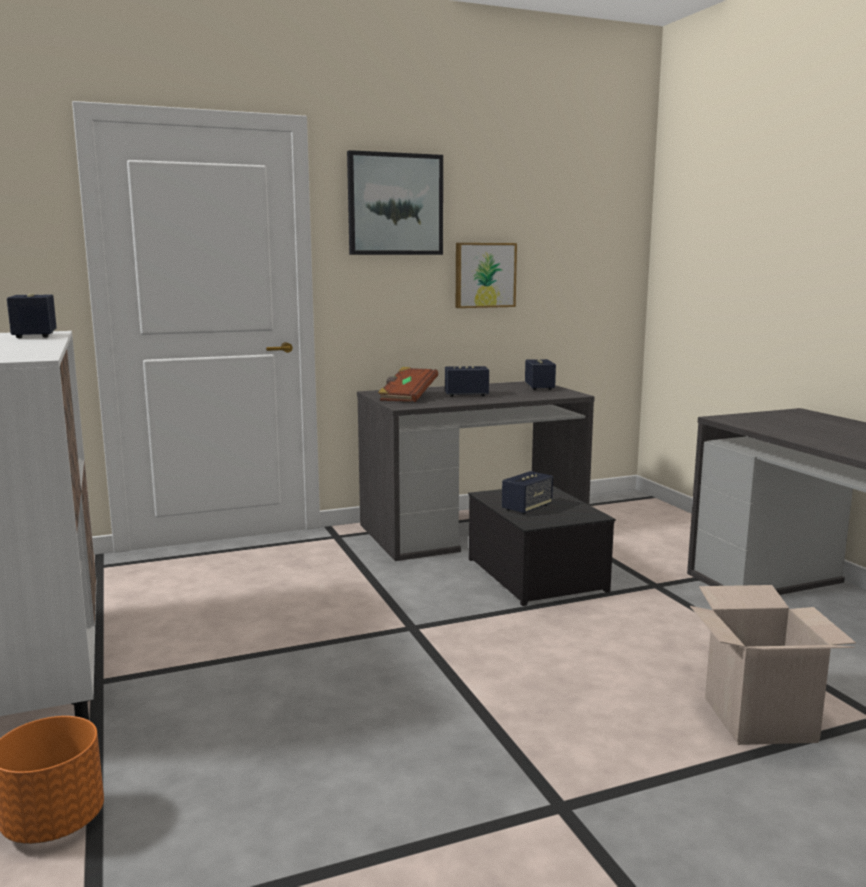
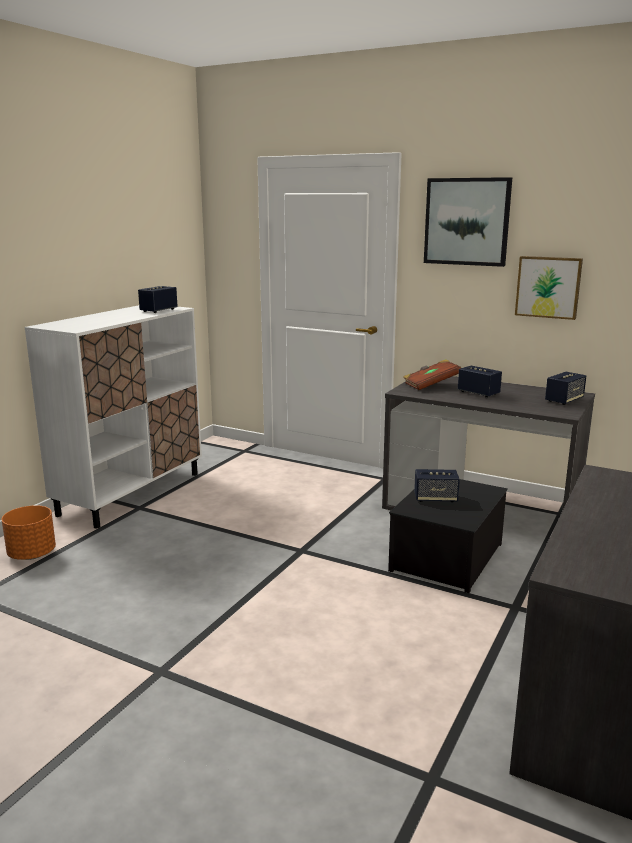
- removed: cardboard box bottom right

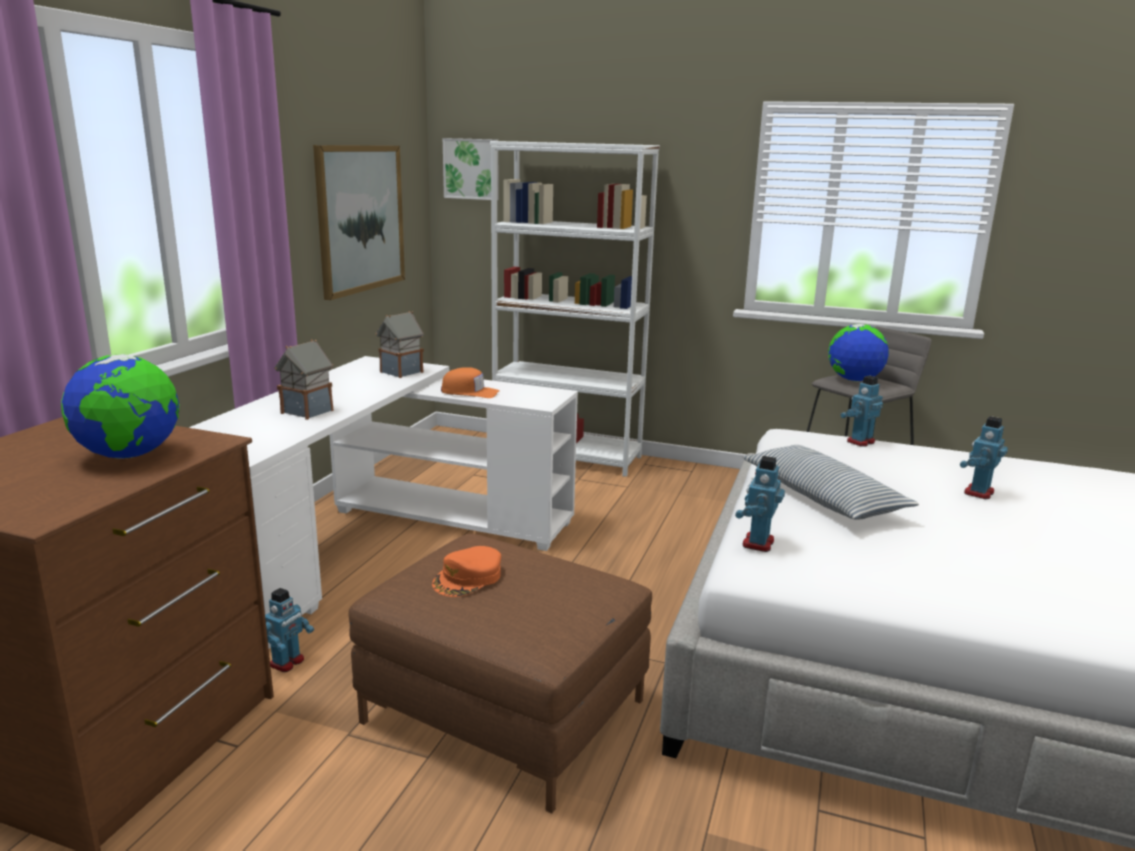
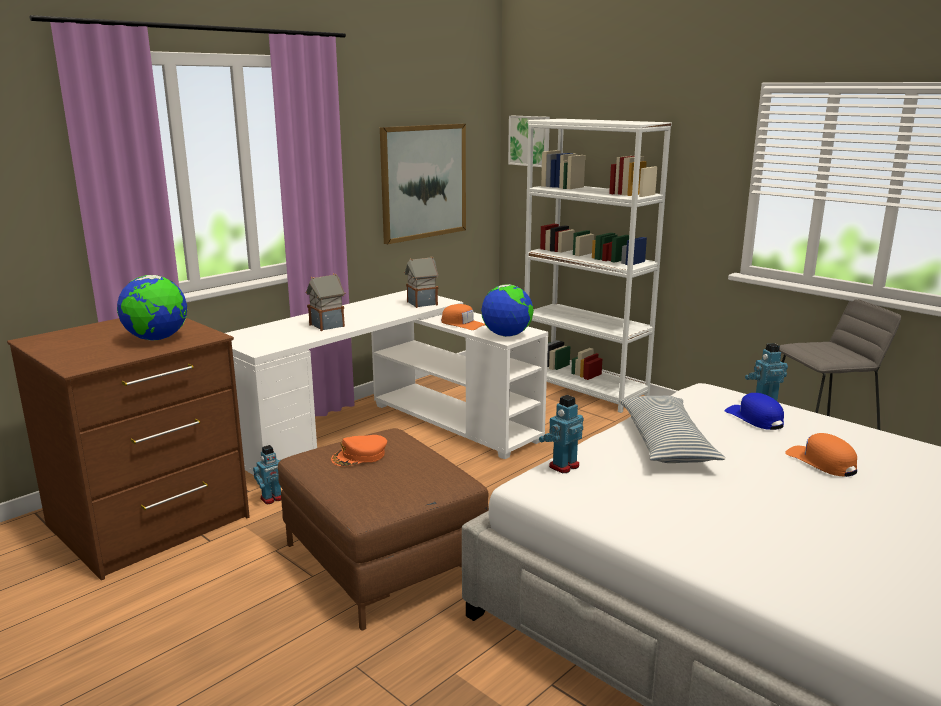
- added: blue cap middle right
- moved: globe (2nd from left) middle right to centre
- replaced: toy robot (4th from left) middle right to orange cap (3rd from left) middle right

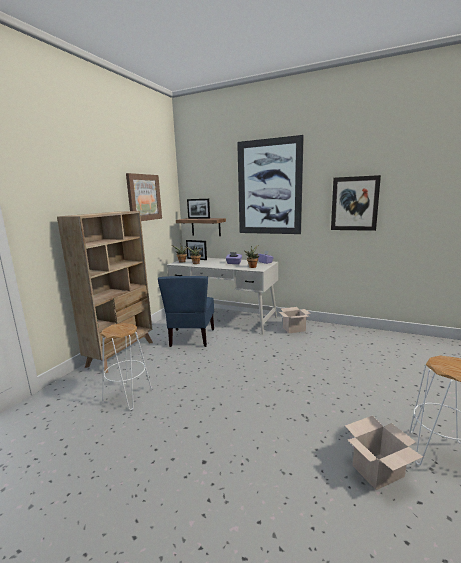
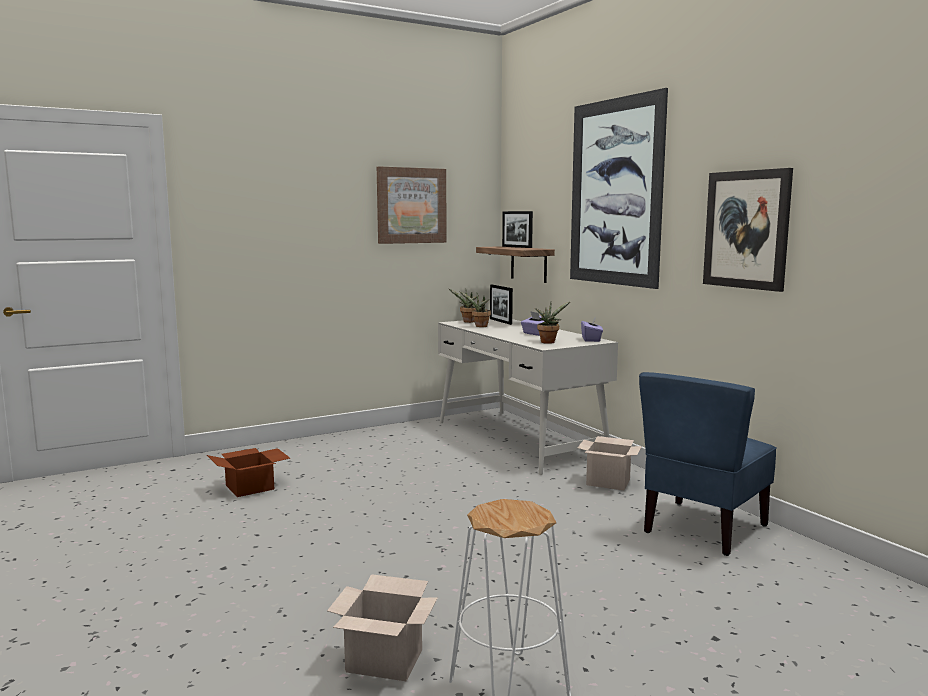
- removed: beige bookcase middle left
- moved: blue chair centre to bottom right
- replaced: white stool (1st from left) middle left to cardboard box (1st from left) bottom left

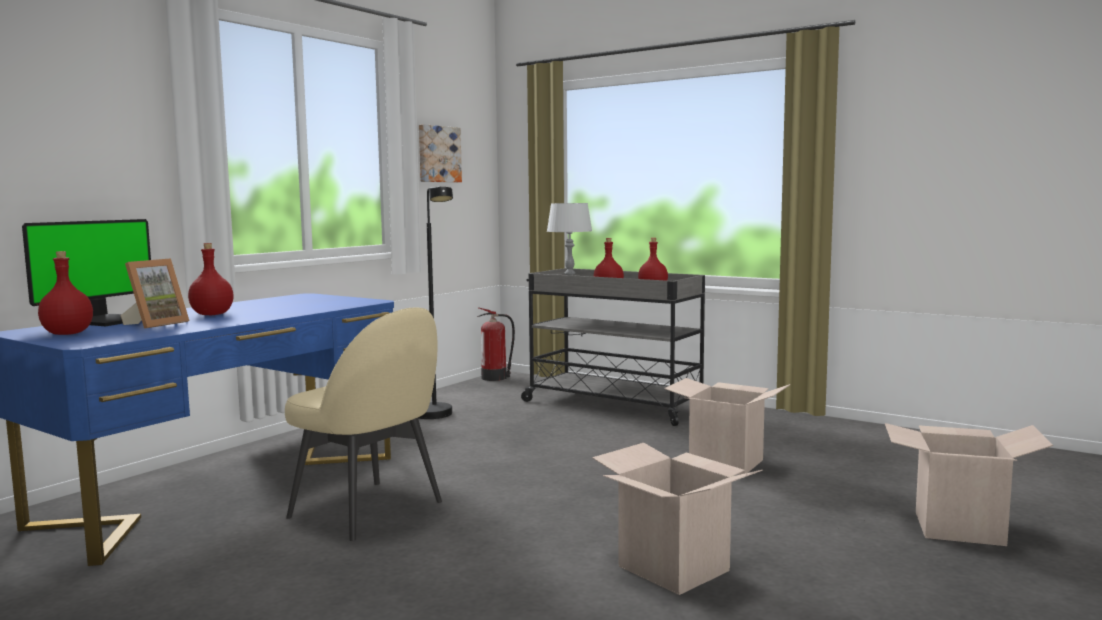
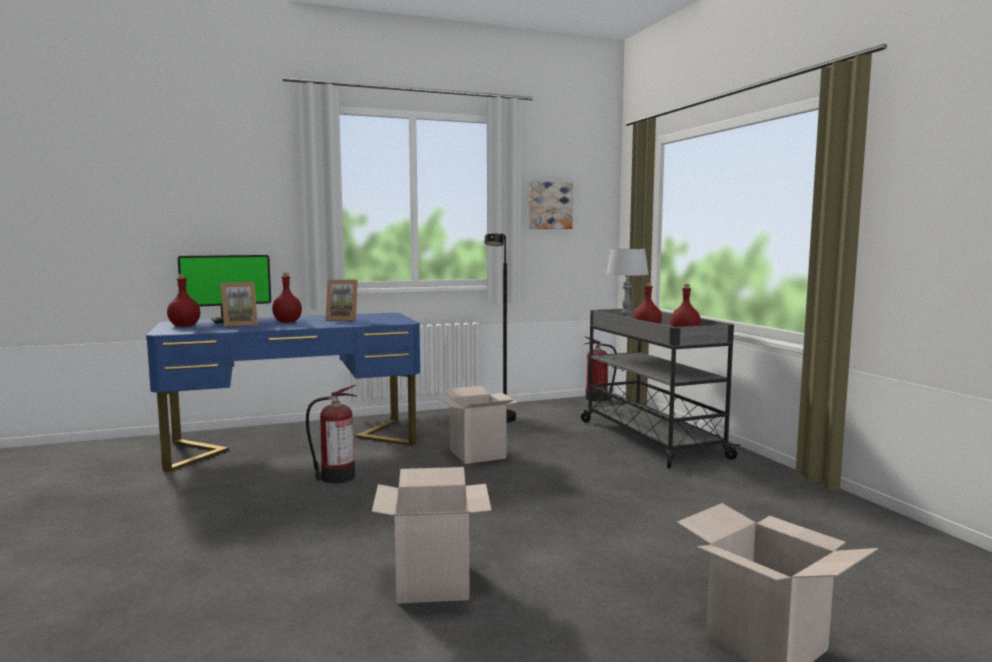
- added: picture frame (2nd from left) centre
- moved: cardboard box (2nd from left) bottom centre to centre
- replaced: beige chair bottom left to fire extinguisher (1st from left) centre

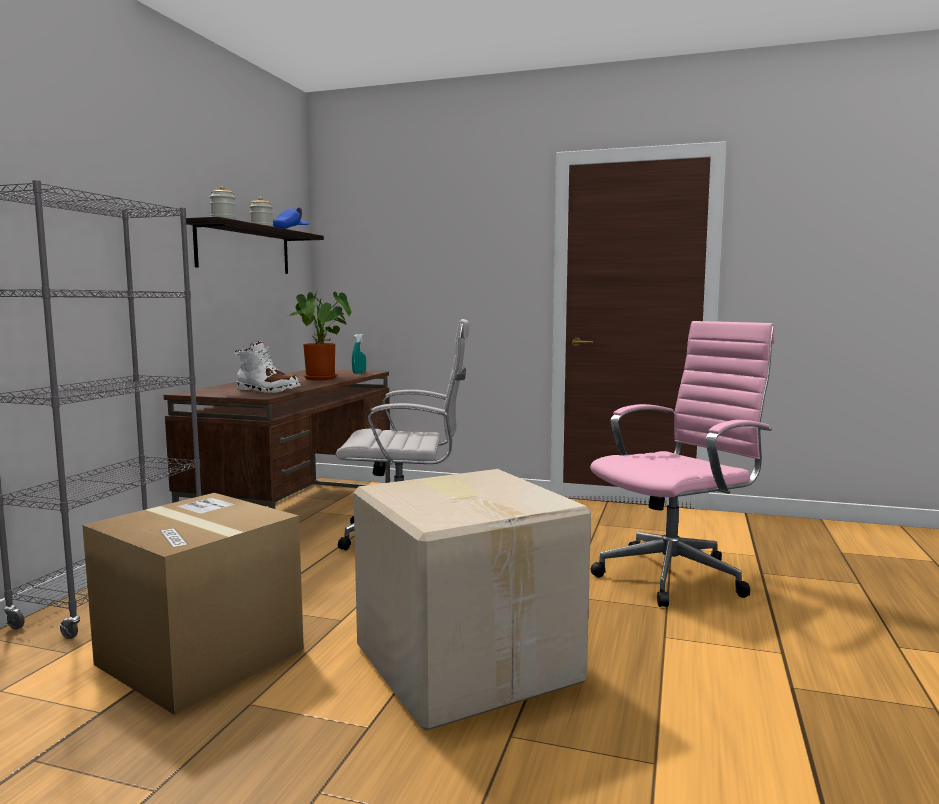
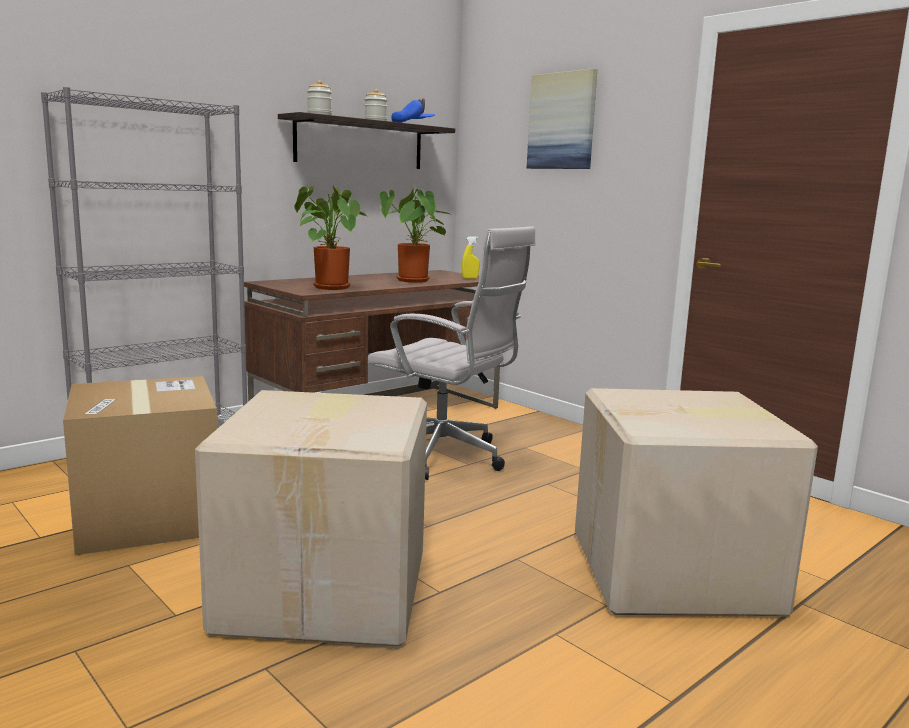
- added: picture top centre
- replaced: white boot middle left to potted plant (1st from left) top centre
- replaced: pink office chair middle right to cardboard box (3rd from left) bottom right
- recoloured: turquoise spray bottle centre to yellow spray bottle centre

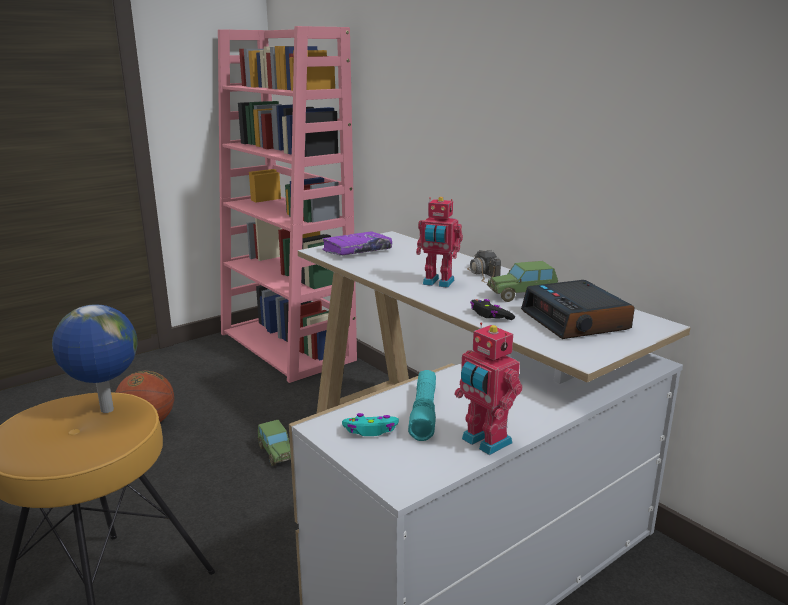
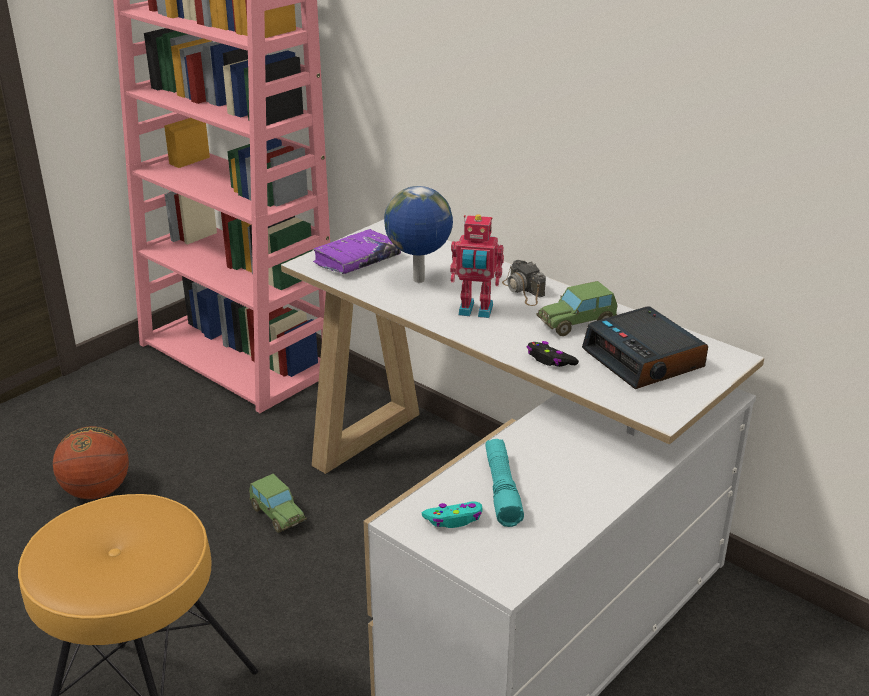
- removed: toy robot (2nd from left) centre
- moved: globe middle left to centre

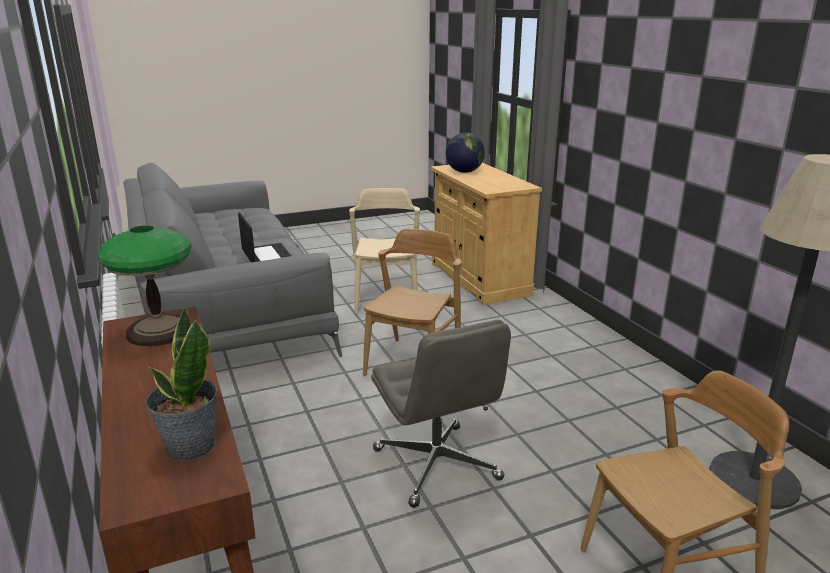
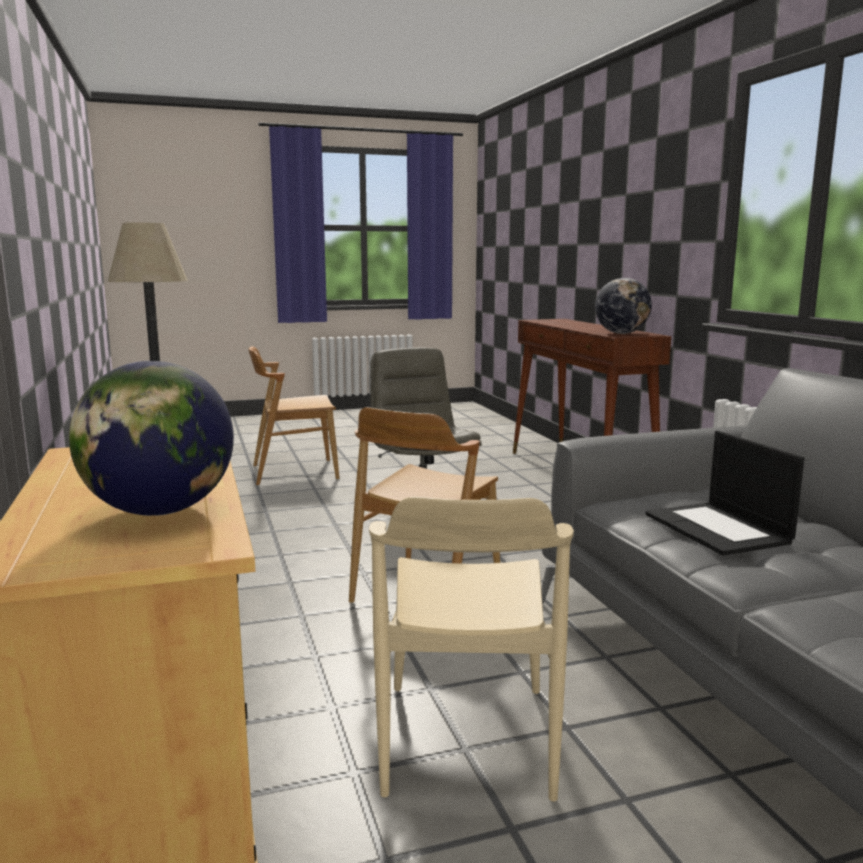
- removed: potted plant bottom left
- replaced: table lamp middle left to globe (2nd from left) middle right

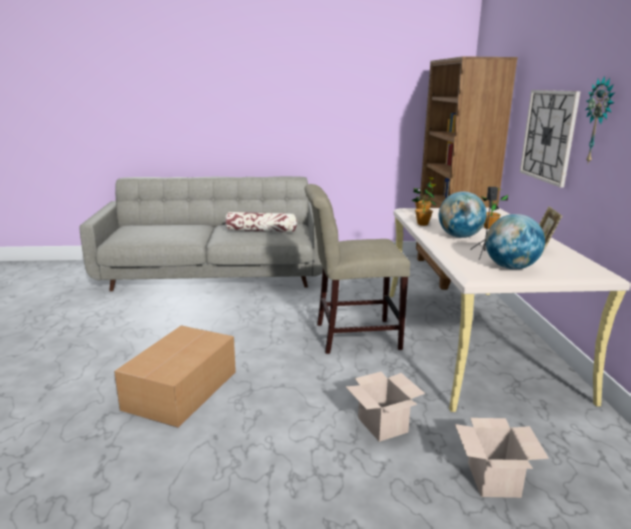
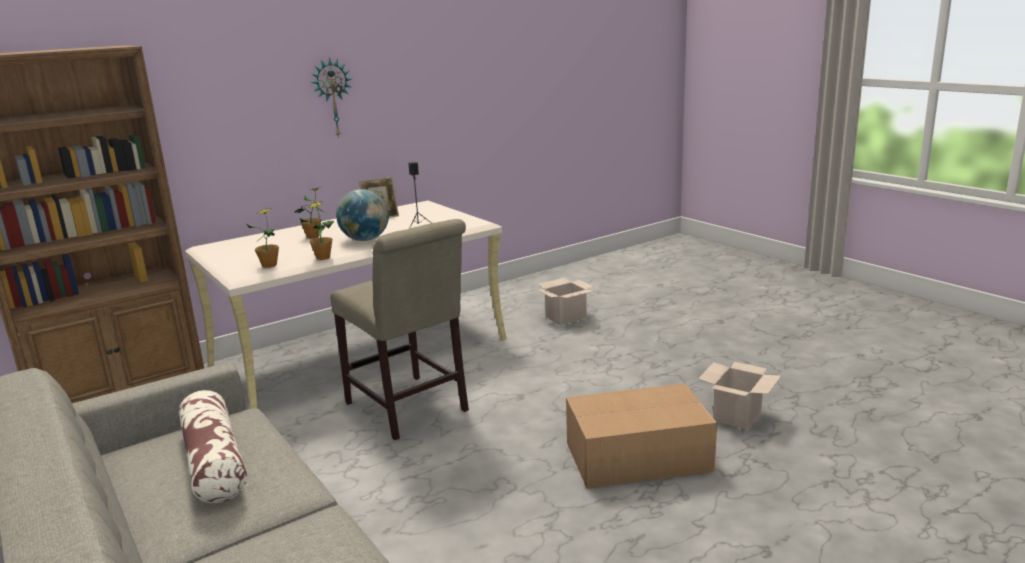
- removed: globe (2nd from left) middle right
- removed: wall clock (1st from left) top right
- moved: cardboard box (2nd from left in the first image) bottom centre to cardboard box (3rd from left) bottom right

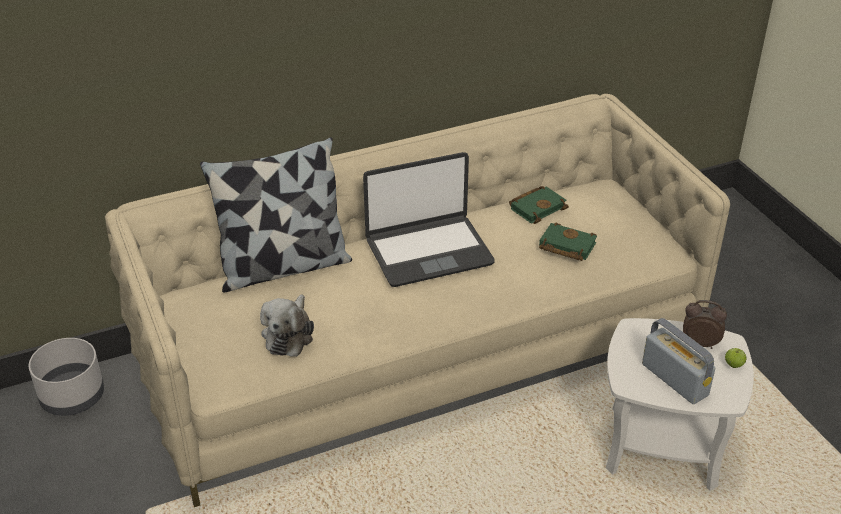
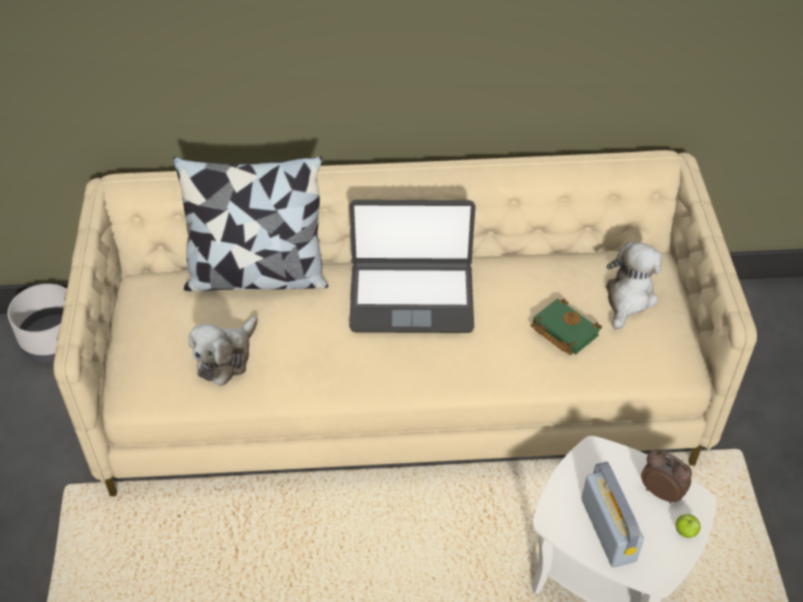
- removed: green book (1st from left) centre
- added: plush toy (2nd from left) middle right

